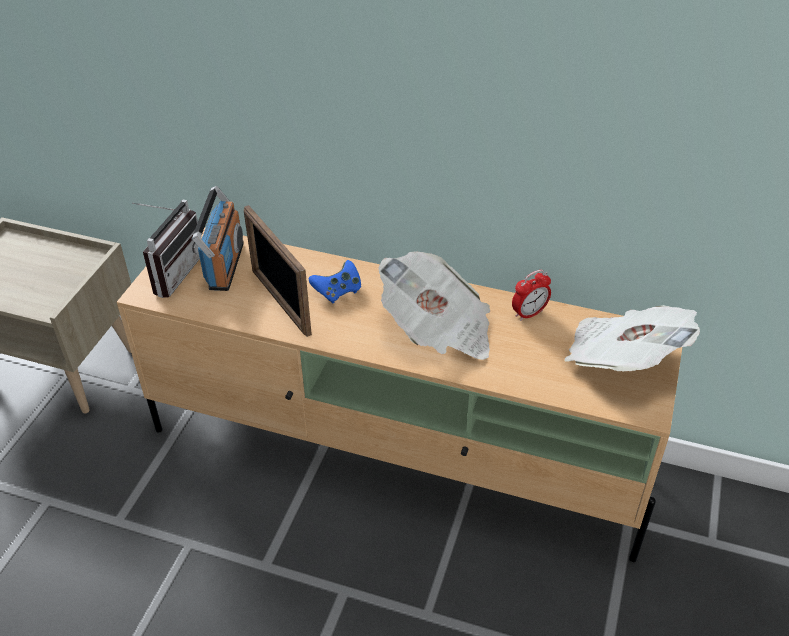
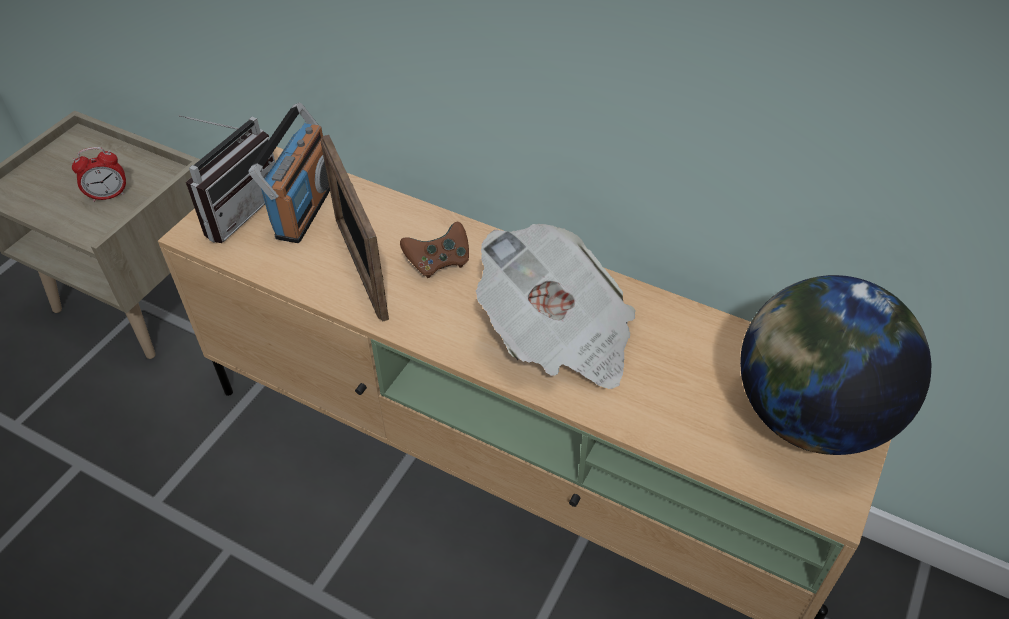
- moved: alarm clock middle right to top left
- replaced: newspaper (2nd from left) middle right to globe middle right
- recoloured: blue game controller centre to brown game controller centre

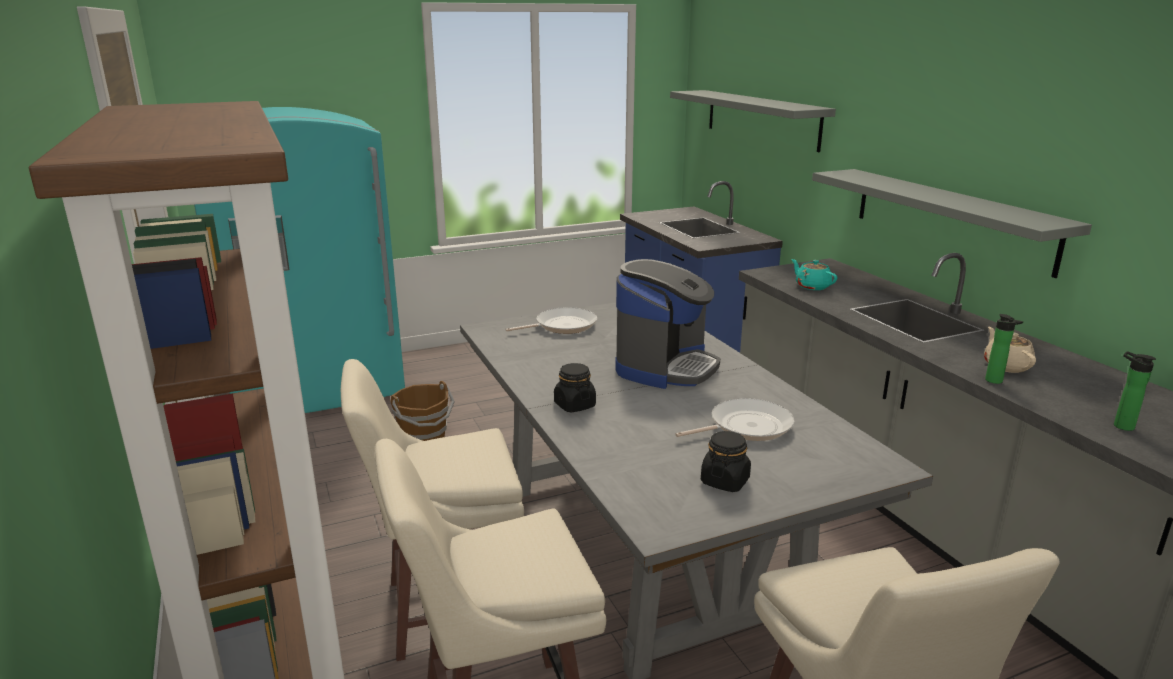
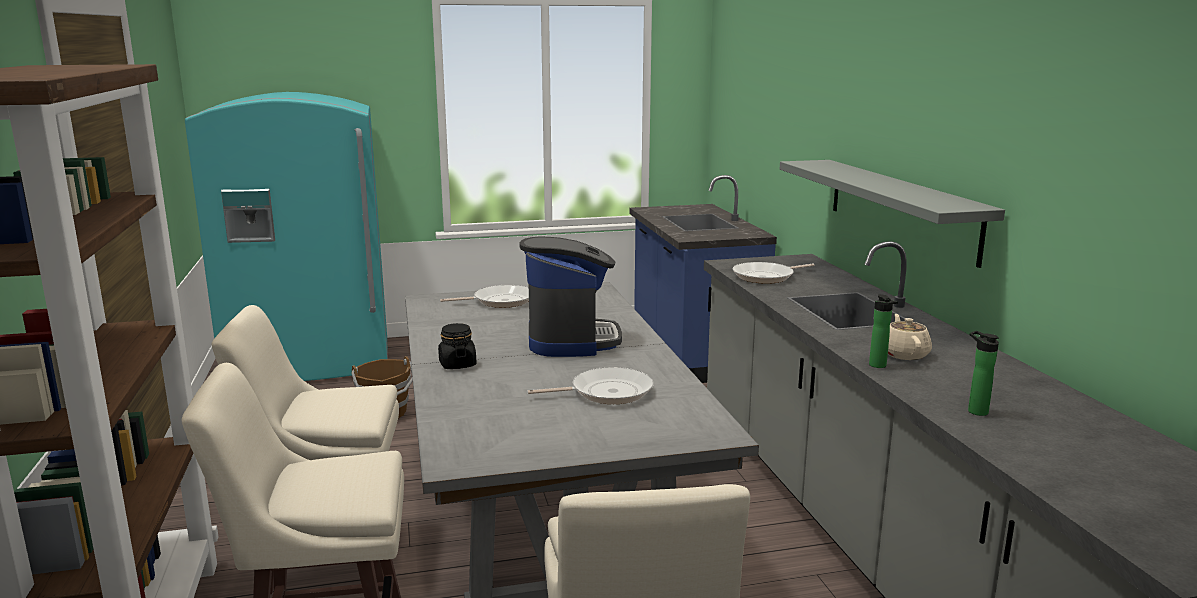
- removed: grey shelf (1st from left) top centre
- removed: black jar (2nd from left) bottom centre
- replaced: turquoise teapot middle right to frying pan (3rd from left) centre
- turned: coffee machine centre = centre 45 degrees counterclockwise

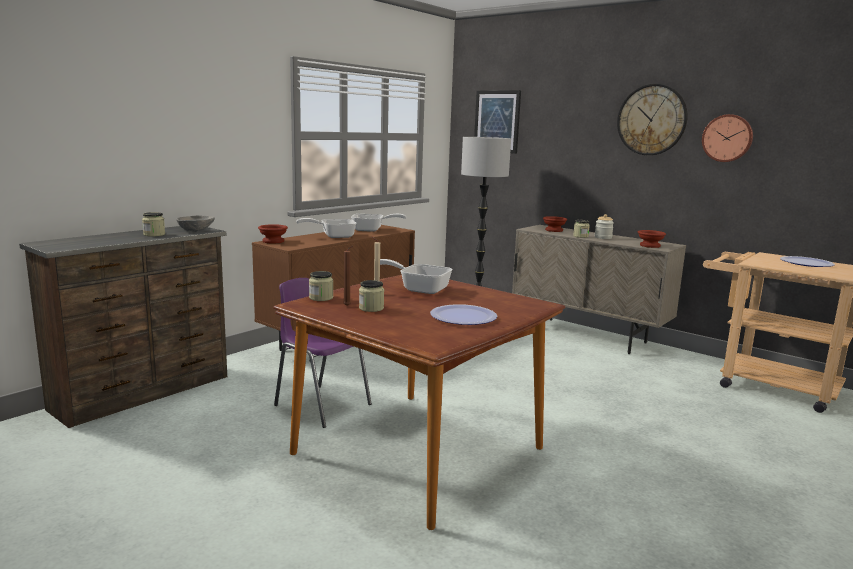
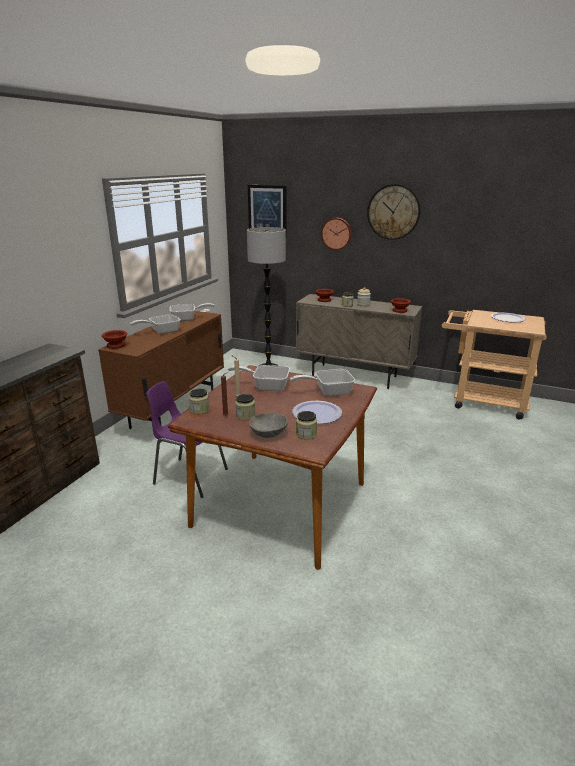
- added: frying pan (4th from left) centre
- moved: jar (1st from left in the first image) middle left to jar (3rd from left) centre
- moved: grey bowl middle left to centre
- moved: wall clock (2nd from left in the first image) top right to wall clock (1st from left) top centre

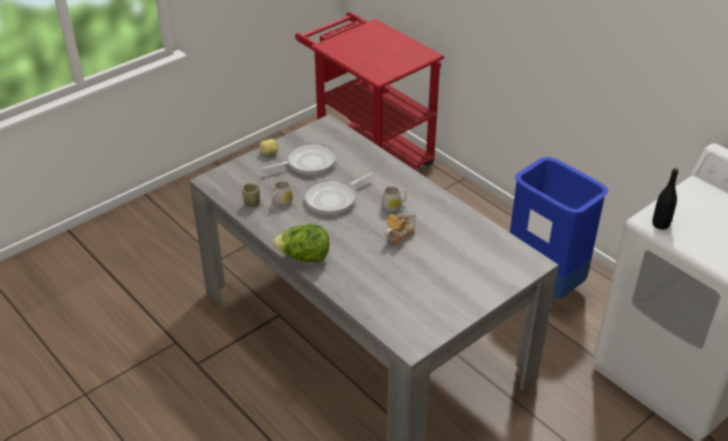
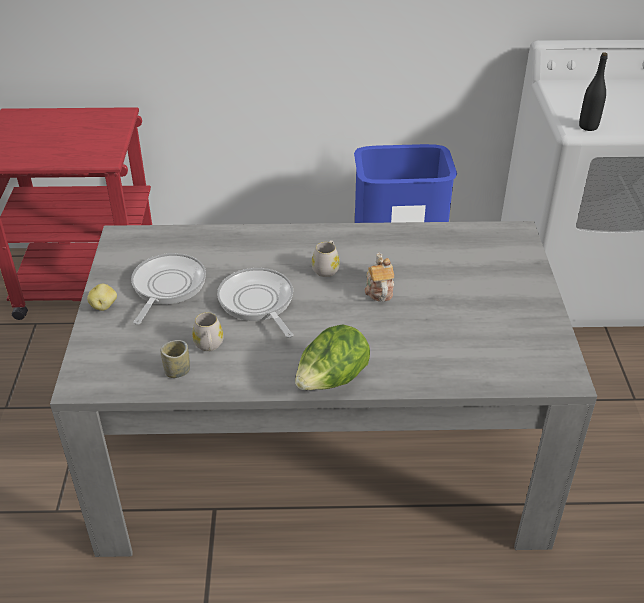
- turned: frying pan (2nd from left) centre = centre 150 degrees clockwise

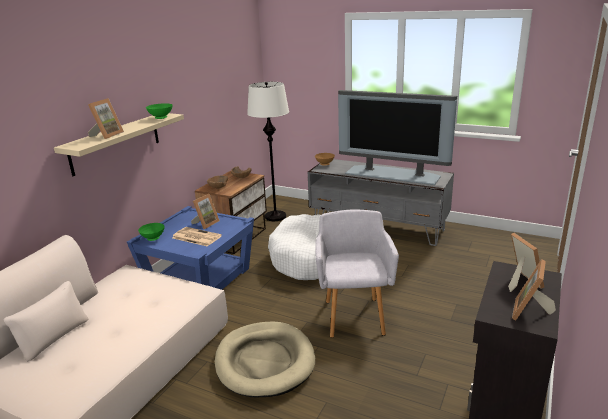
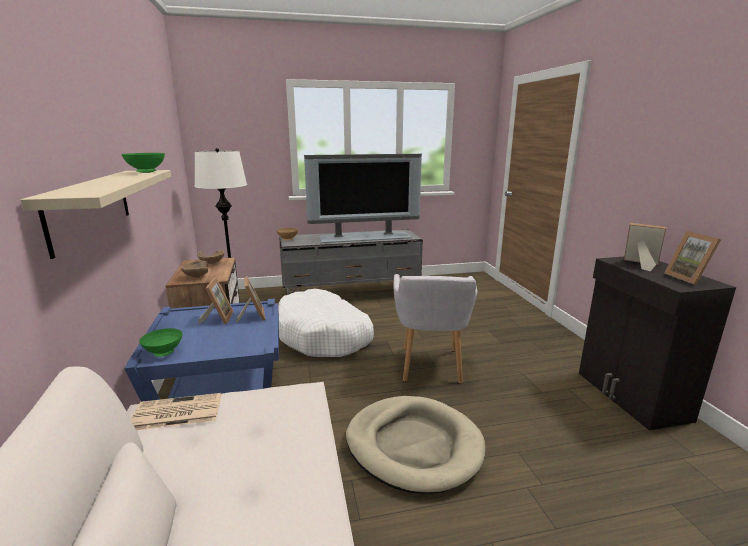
- moved: picture frame (1st from left in the first image) top left to picture frame (2nd from left) centre
- moved: newspaper middle left to bottom left
- turned: grey armchair centre = centre 135 degrees counterclockwise

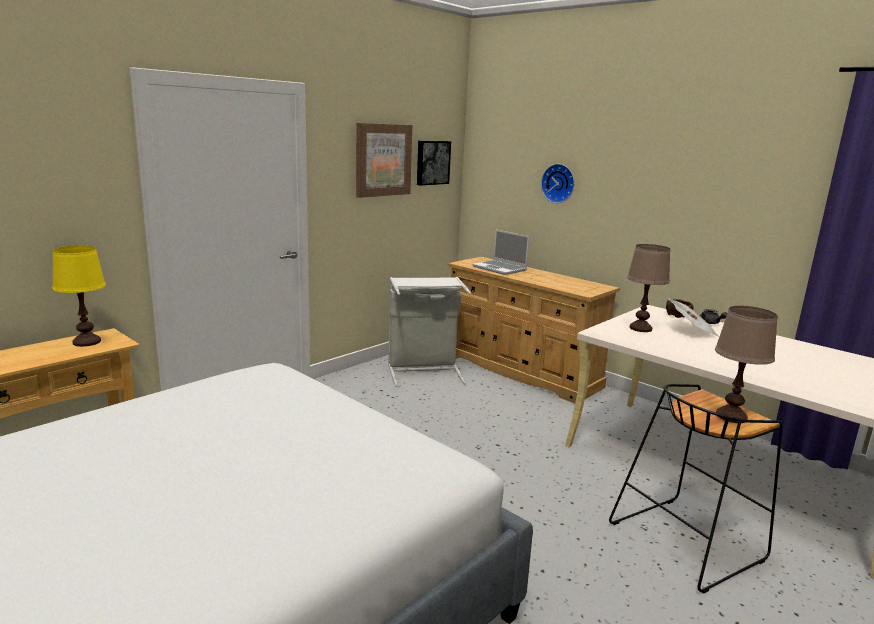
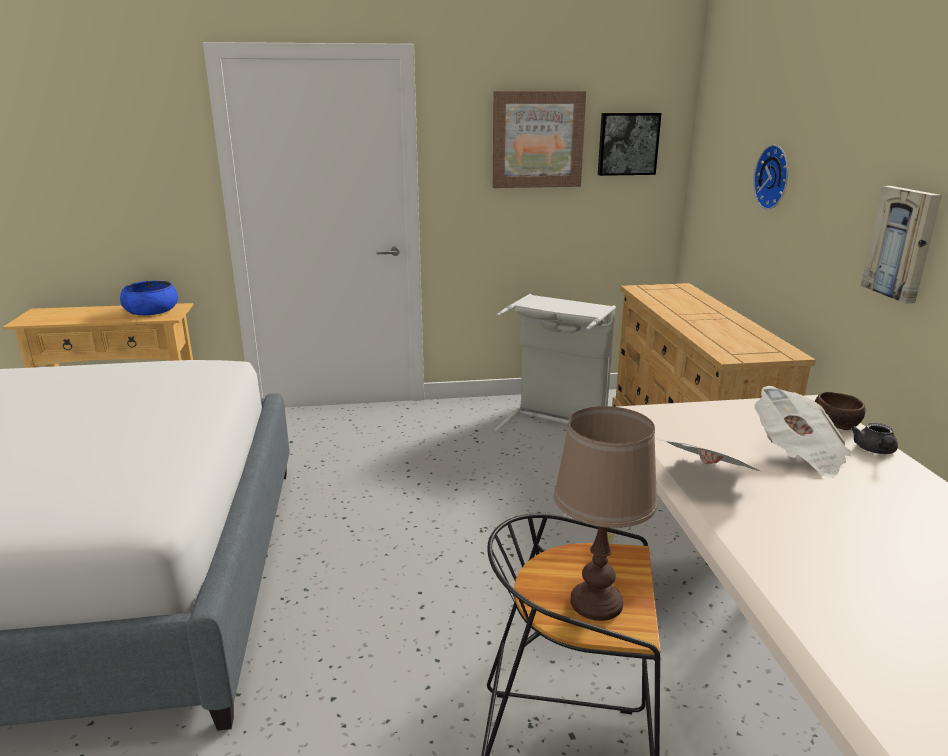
- removed: laptop centre
- removed: brown table lamp (1st from left) middle right
- added: newspaper (1st from left) middle right
- added: picture (3rd from left) top right
- replaced: yellow table lamp middle left to blue bowl middle left

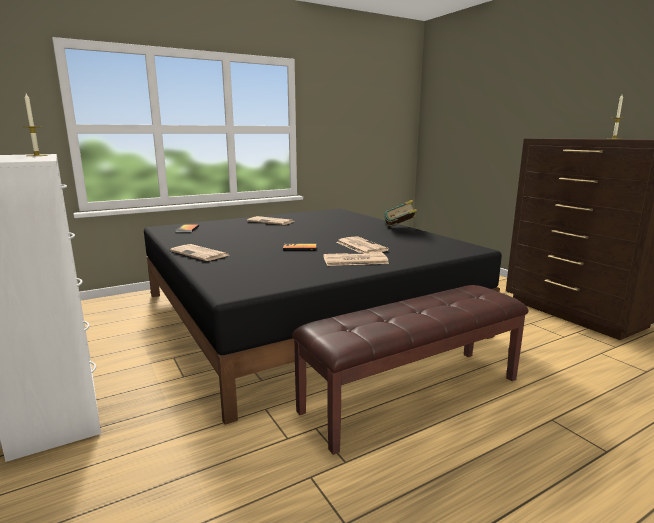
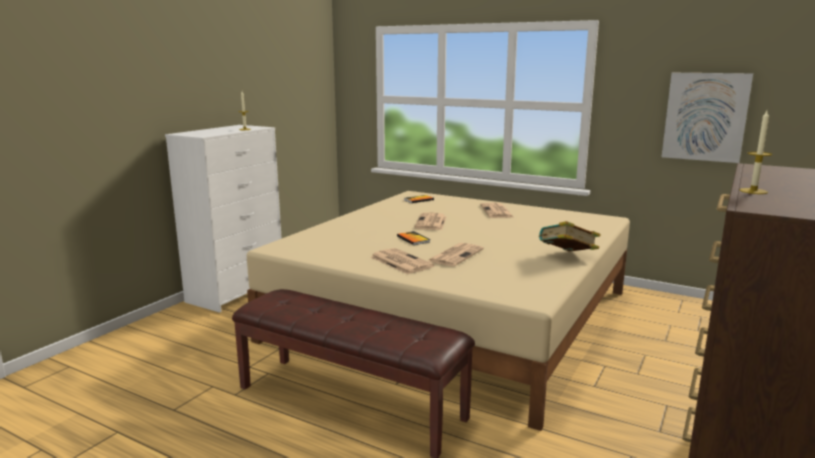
- added: picture top right
- moved: newspaper (1st from left in the first image) middle left to newspaper (2nd from left) centre
- recoloured: black bed centre to beige bed bottom centre

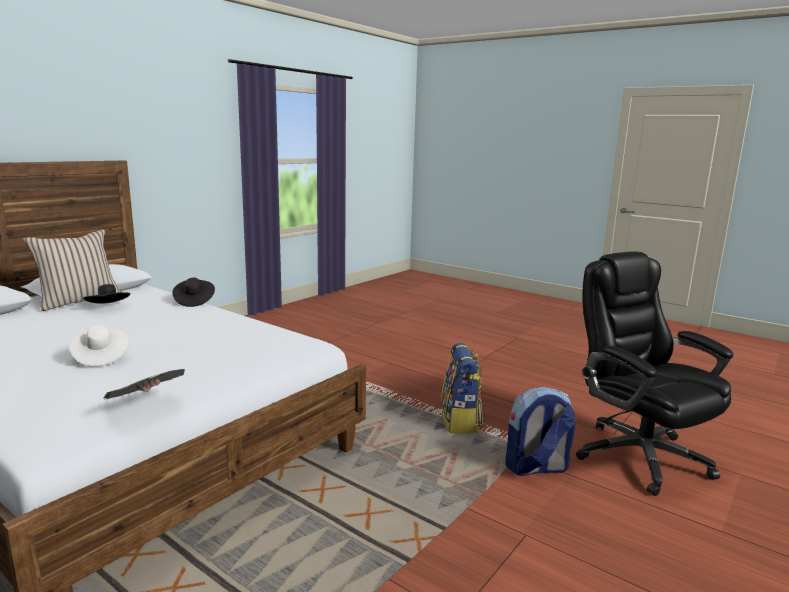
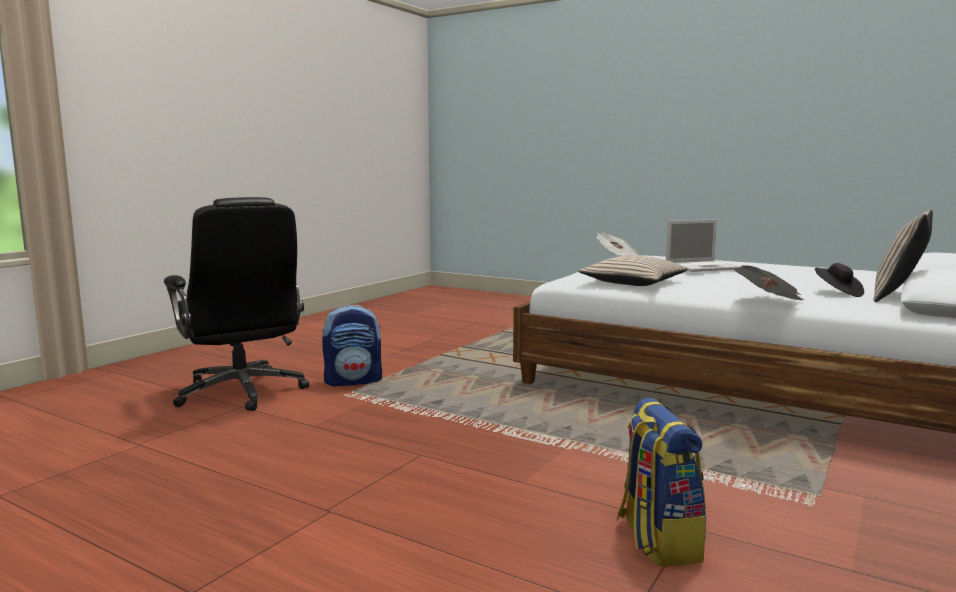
- added: beige pillow (1st from left) centre
- moved: backpack (1st from left in the first image) centre to backpack (2nd from left) bottom right
- replaced: white hat middle left to laptop middle right
- replaced: black hat (2nd from left) middle left to newspaper (2nd from left) middle right

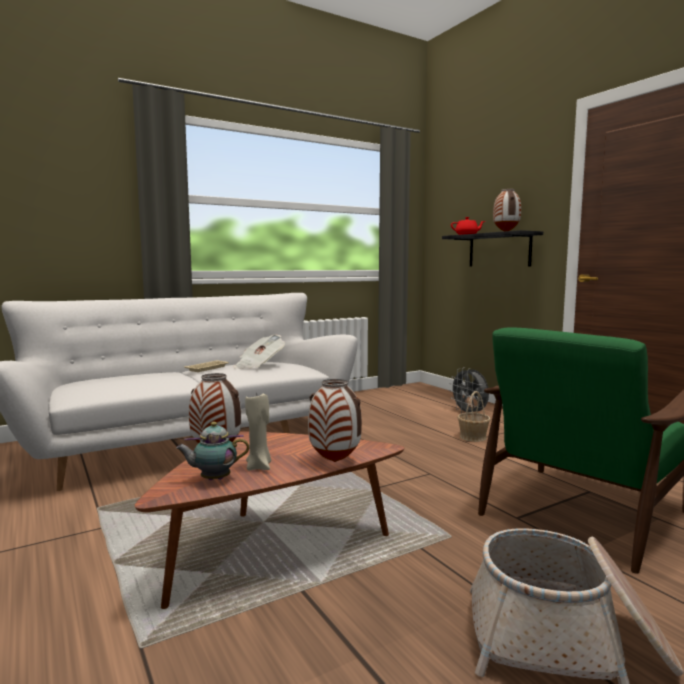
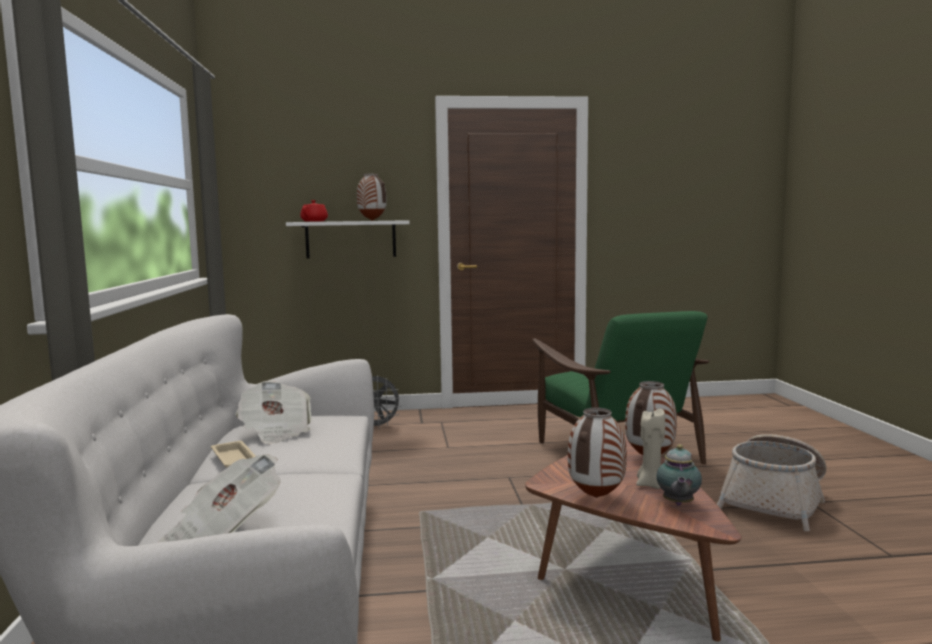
- removed: basket (1st from left) middle right
- added: newspaper (1st from left) bottom left
- recoloured: black shelf middle right to white shelf centre

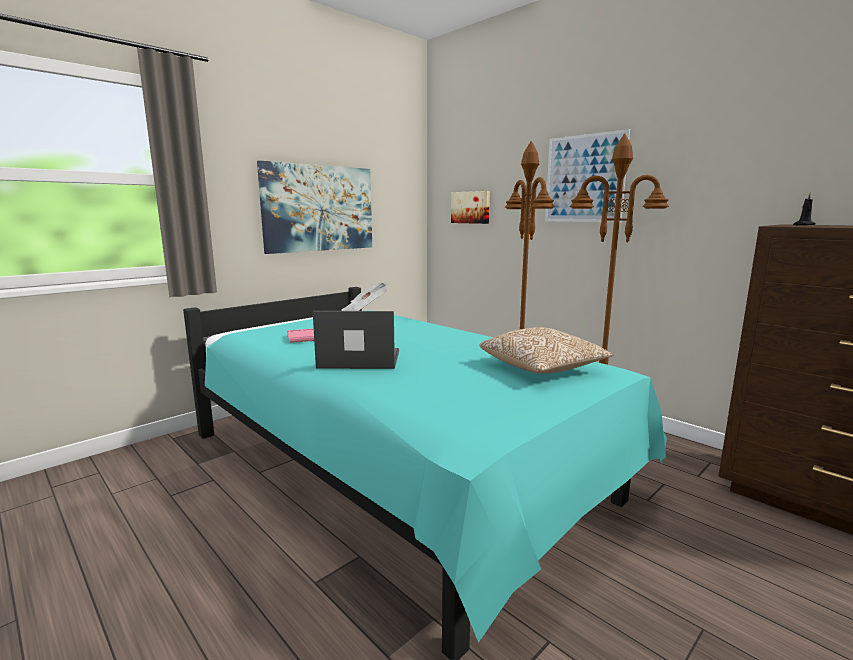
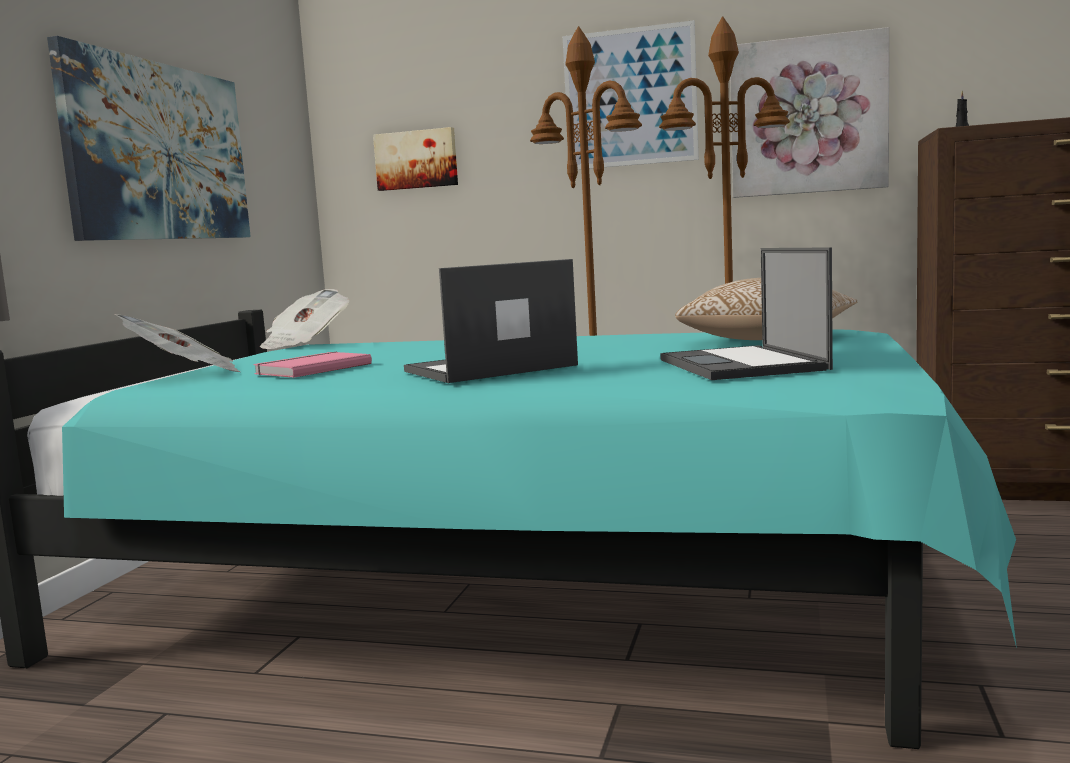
- added: newspaper (1st from left) middle left
- added: laptop (2nd from left) middle right
- added: picture (4th from left) top right

